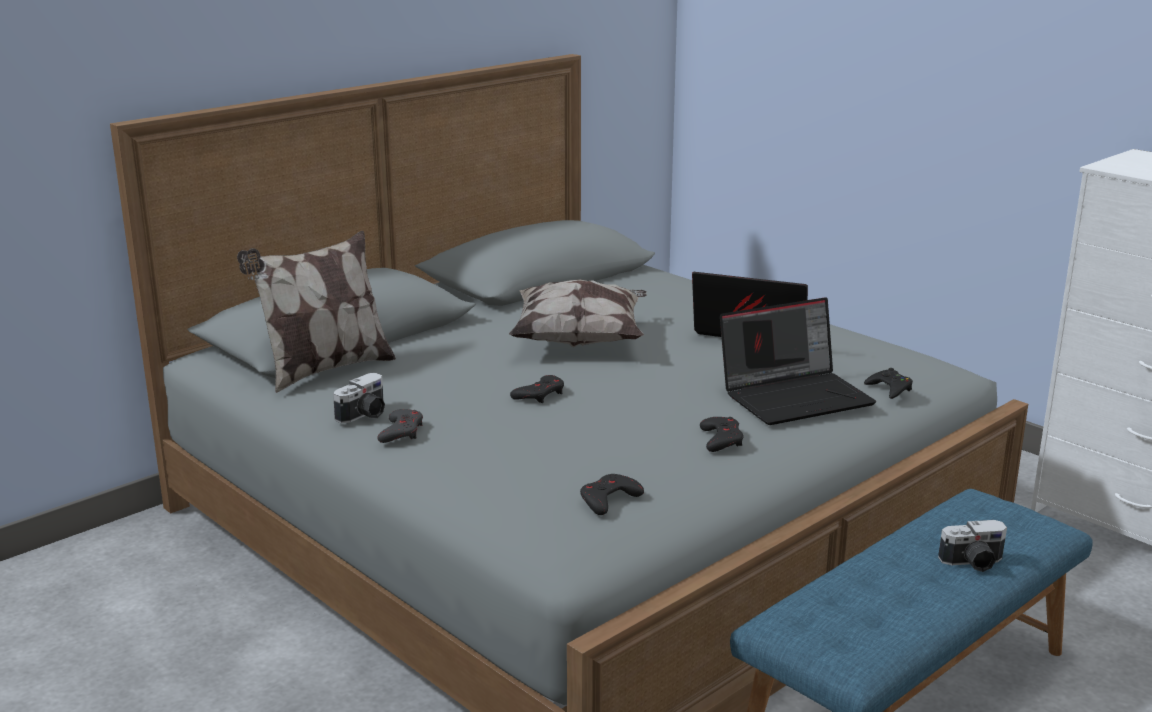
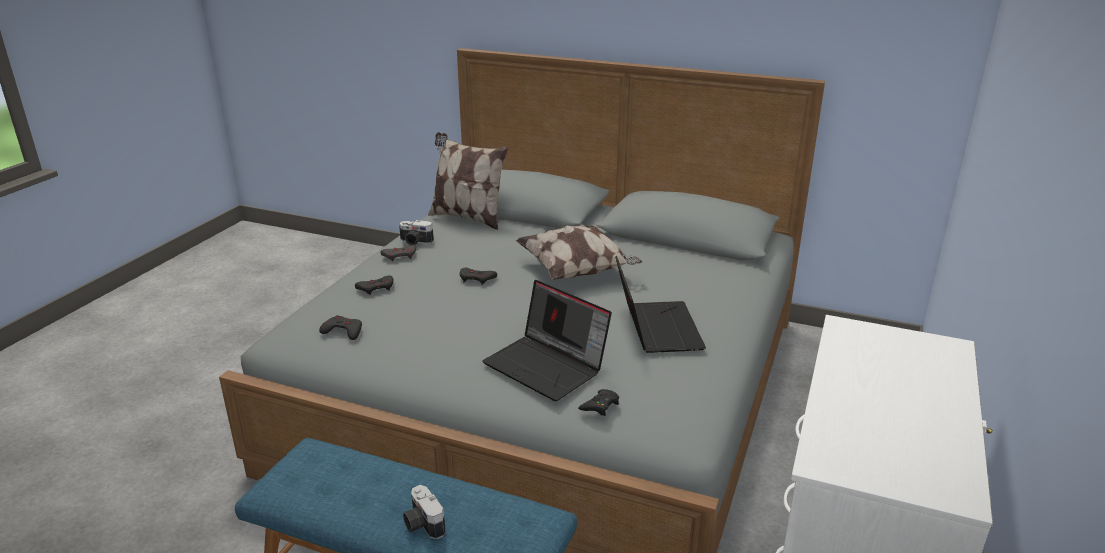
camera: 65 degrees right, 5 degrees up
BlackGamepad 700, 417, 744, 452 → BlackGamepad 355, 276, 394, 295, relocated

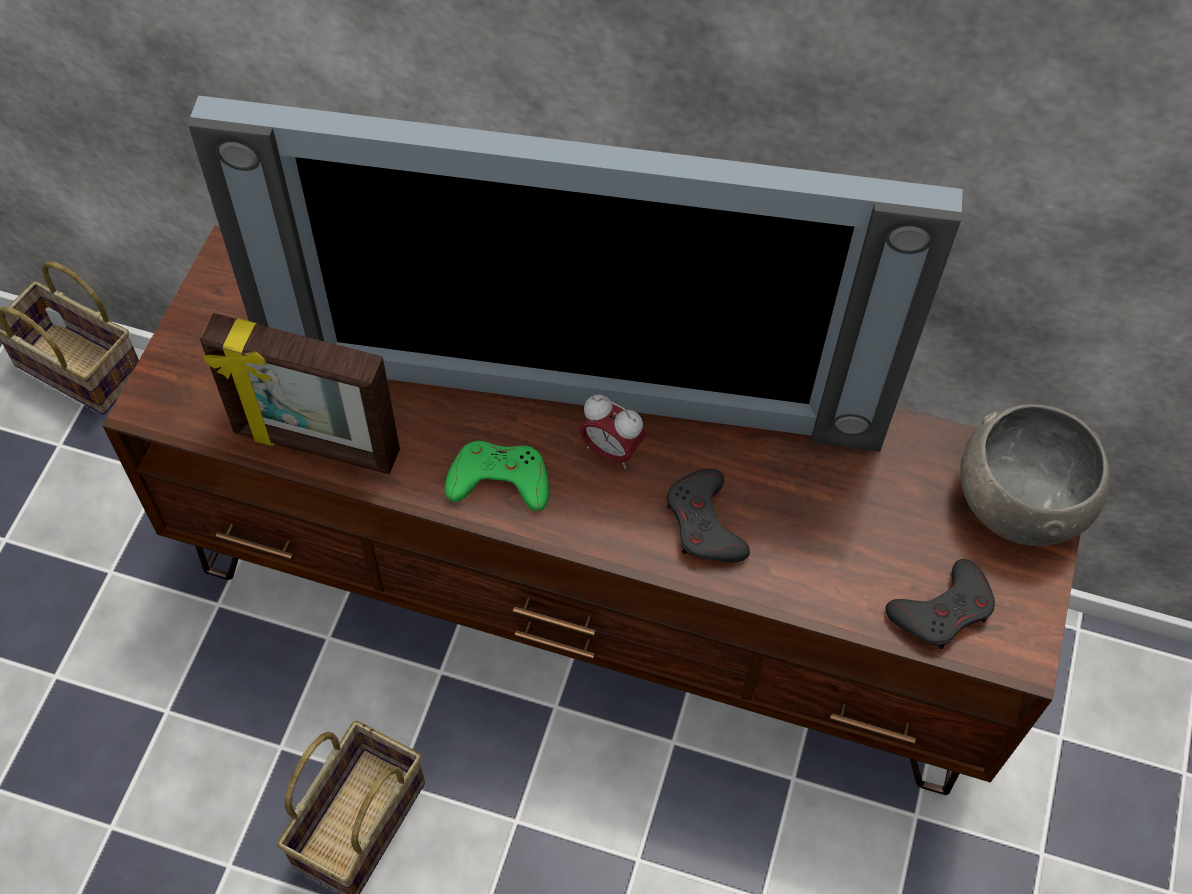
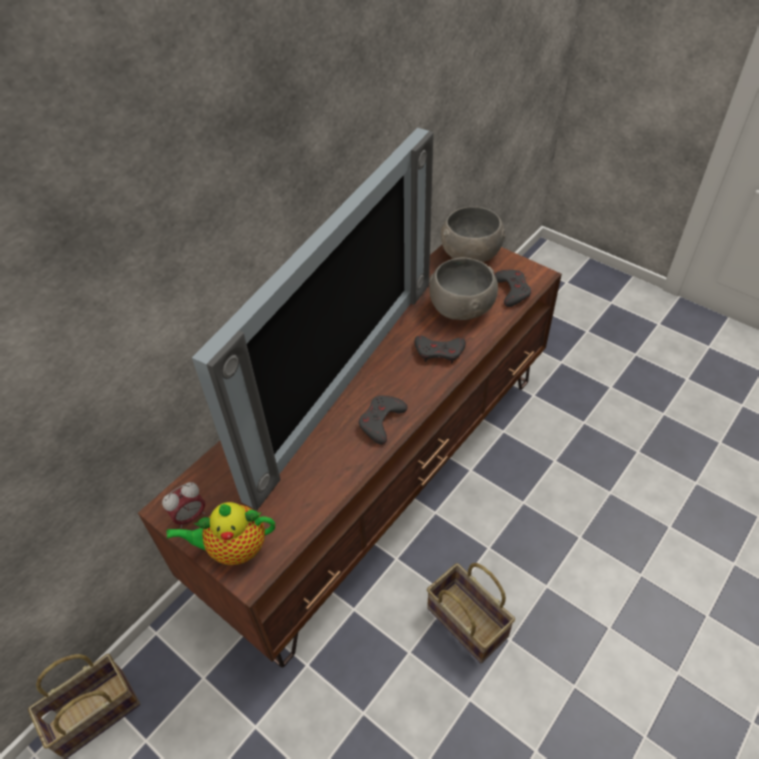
camera: 65 degrees left, 10 degrees down
BedsideClock 580, 394, 646, 469 → BedsideClock 162, 482, 205, 528, relocated
- → PotForTea 166, 502, 275, 565
GreenGamepad 445, 441, 549, 511 → GreyishGamepad 359, 395, 408, 445
- → GreyishDeepDish 429, 257, 498, 320
StandingFrame 200, 313, 400, 474 → -

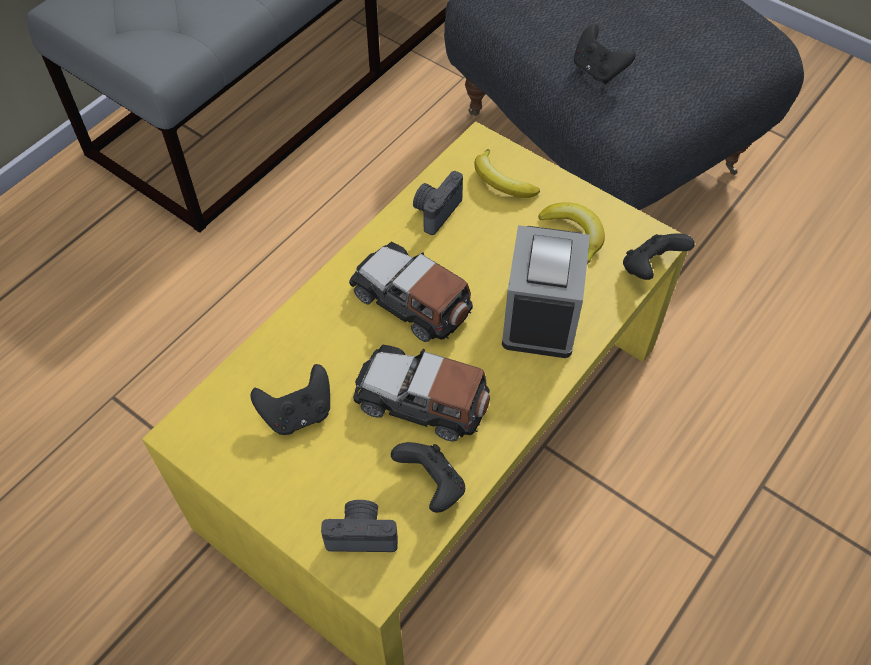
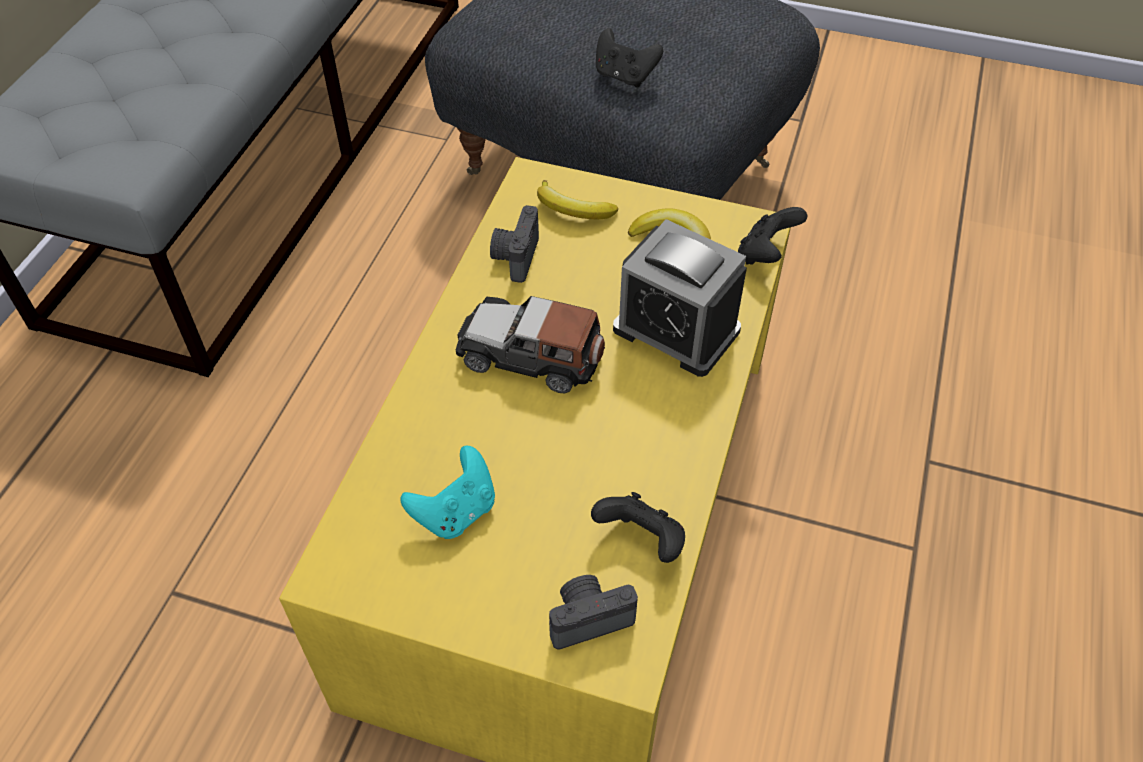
camera: 20 degrees left, 5 degrees down
BlackGamepad 250, 364, 330, 435 → TurquoiseColouredGamepad 400, 446, 495, 539
BedsideClock 502, 225, 590, 358 → BedsideClock 613, 219, 747, 377, 45 degrees counterclockwise
MiniatureCar 353, 345, 490, 442 → -

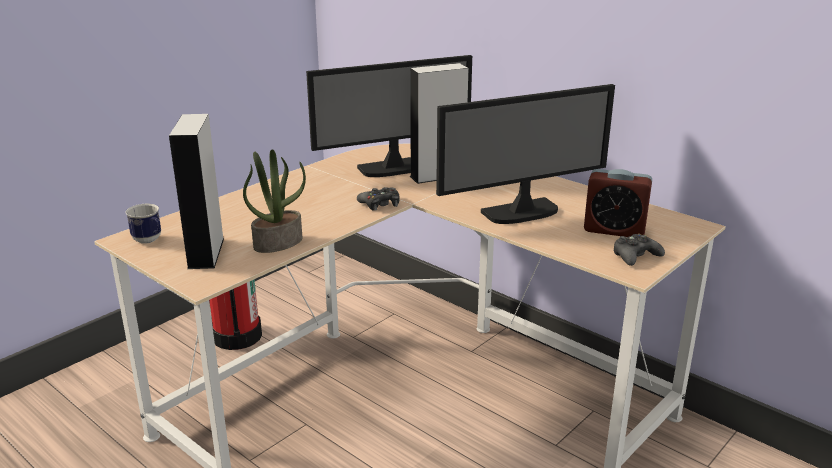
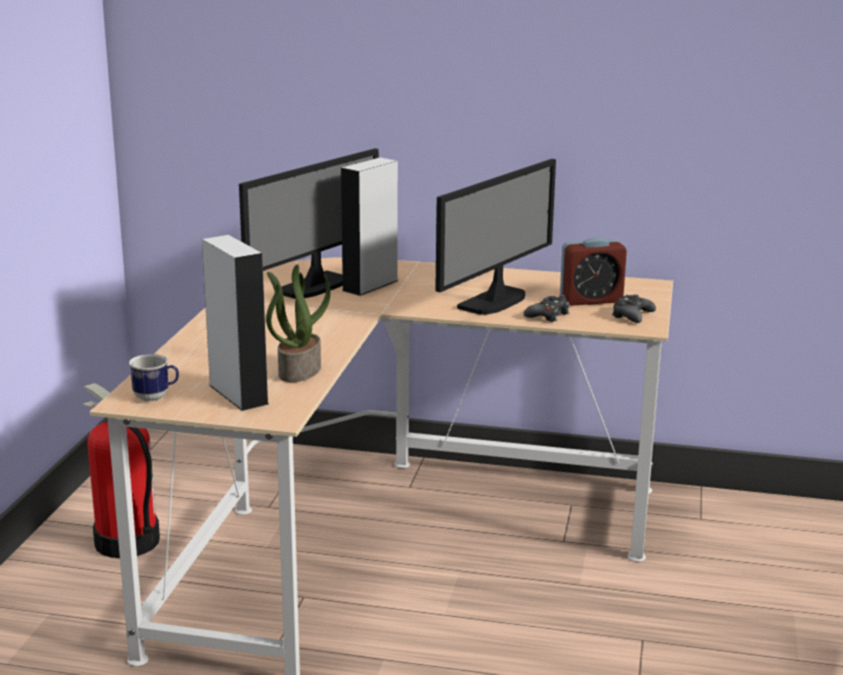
camera: 30 degrees left, 5 degrees down
BlackGamepad 357, 187, 399, 211 → BlackGamepad 524, 295, 570, 322, relocated

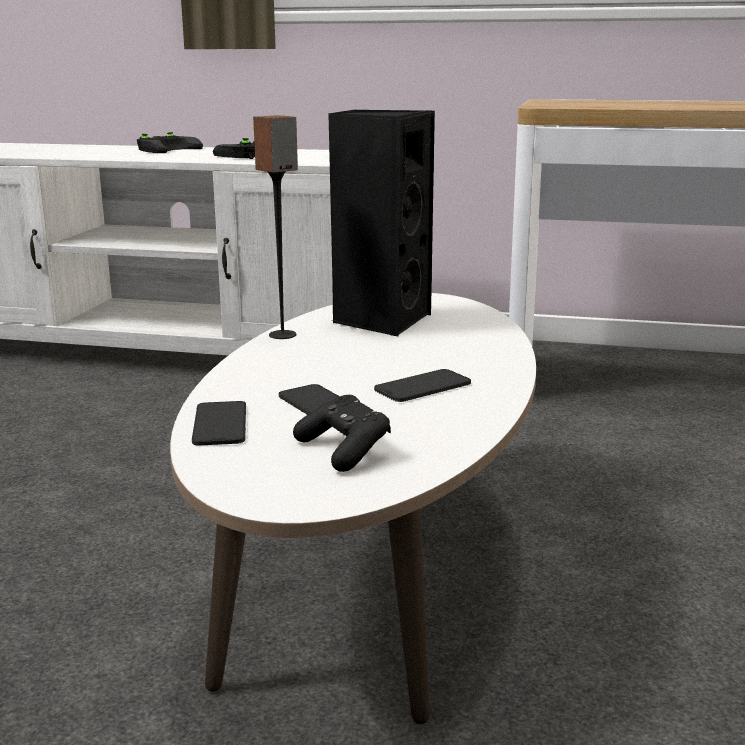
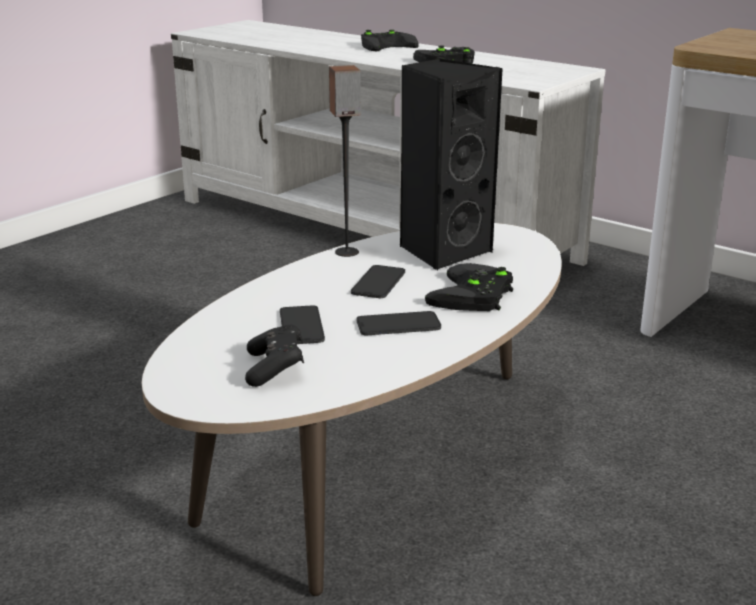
camera: 25 degrees right, 5 degrees up
Handset 192, 401, 246, 446 → Handset 351, 265, 405, 298, relocated
- → BlackGamepad 425, 263, 513, 311

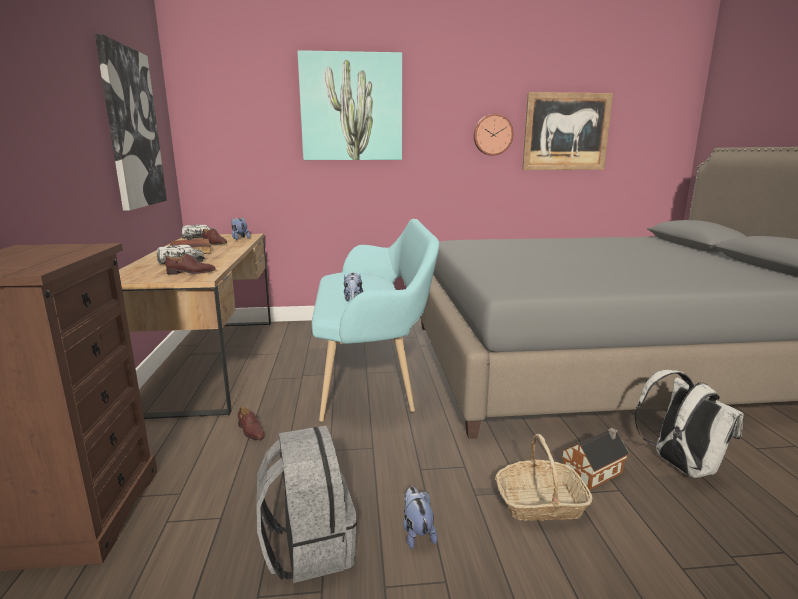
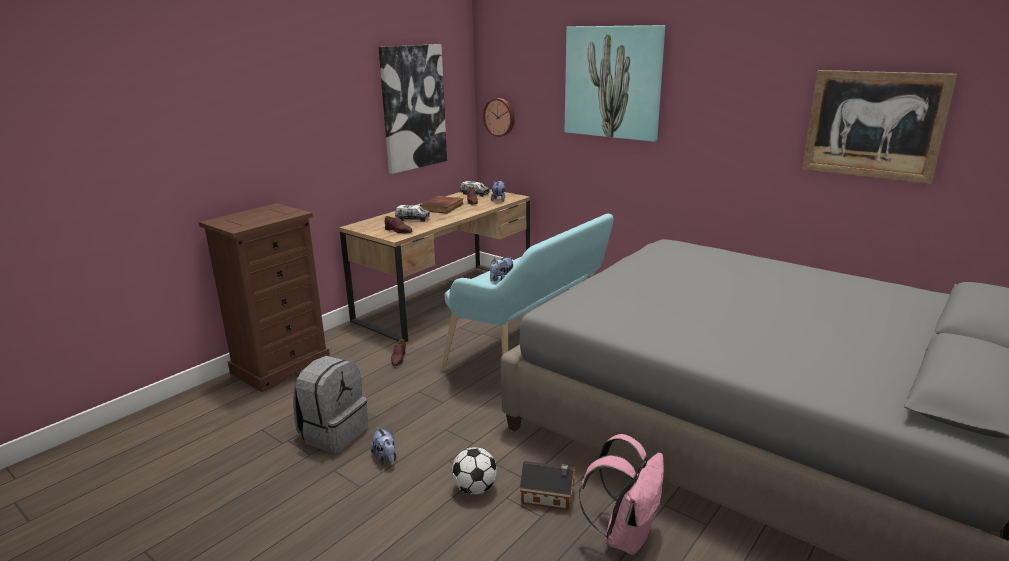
camera: 45 degrees right, 5 degrees up
SoftToy 403, 487, 438, 549 → SoftToy 371, 427, 396, 465, 120 degrees clockwise
HouseholdBasket 495, 434, 593, 521 → FootballBall 452, 447, 497, 495
HangingClock 474, 114, 513, 156 → HangingClock 483, 98, 515, 137, relocated
WhitishKnapsack 635, 370, 744, 478 → PinkishKnapsack 579, 434, 664, 555

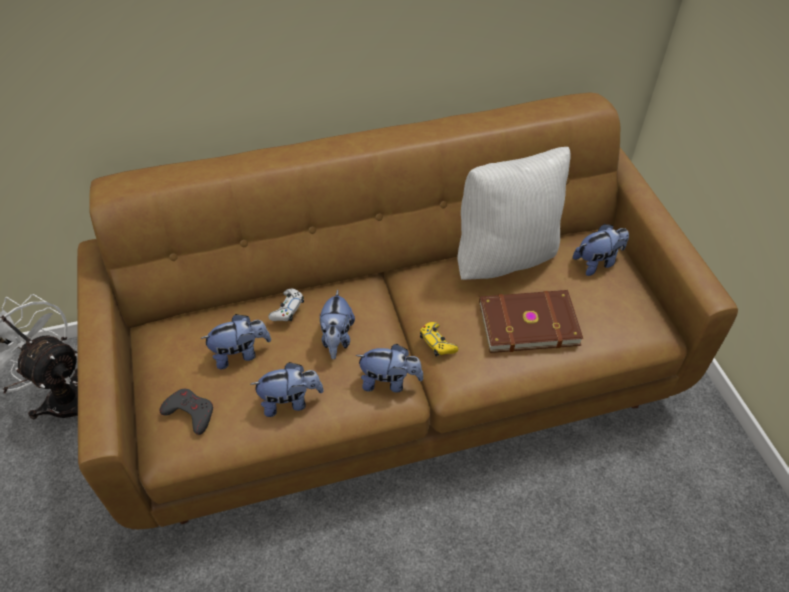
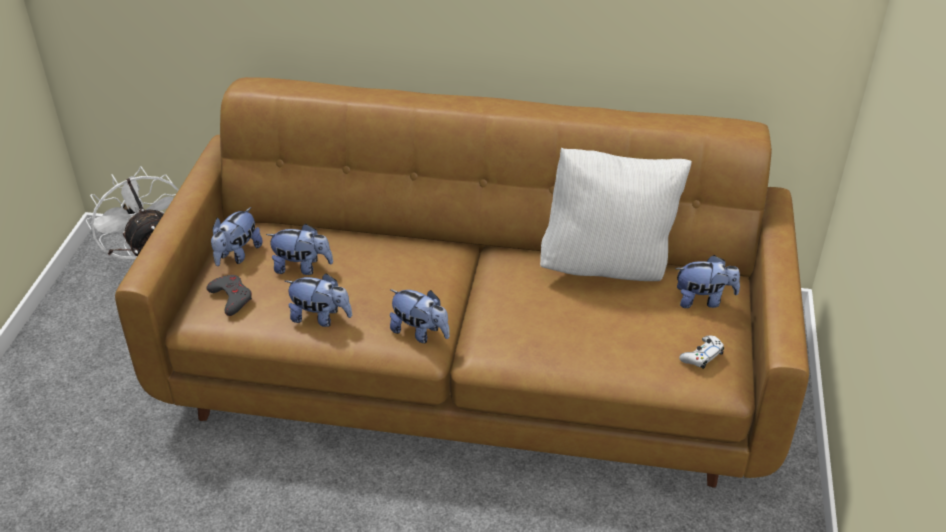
camera: 25 degrees right, 10 degrees down
SoftToy 320, 290, 355, 359 → SoftToy 211, 207, 263, 266, relocated
WhitishGamepad 268, 289, 304, 321 → WhitishGamepad 679, 336, 724, 369, relocated
YellowColouredGamepad 420, 322, 458, 357 → -
BrownColouredBoundBook 479, 290, 584, 353 → -

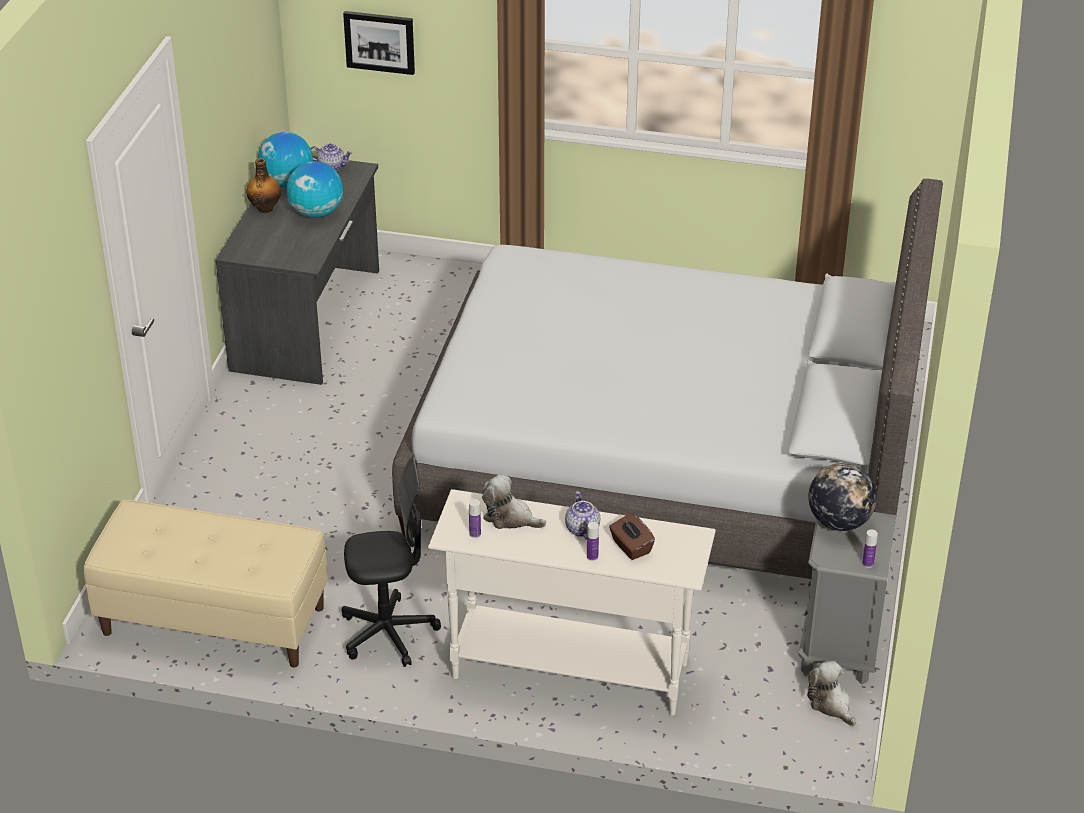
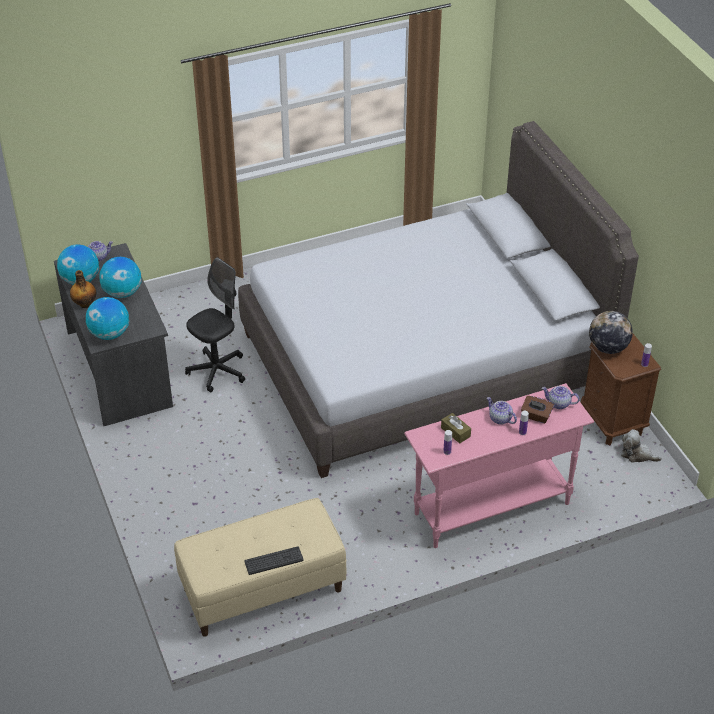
camera: 35 degrees left, 5 degrees up
- → WorldGlobe 86, 297, 129, 340
BlackComputerChair 342, 457, 441, 667 → BlackComputerChair 185, 257, 245, 393, relocated
- → ComputerKeyboard 244, 546, 304, 575
WhitishHallTable 428, 489, 716, 715 → PinkishHallTable 404, 383, 594, 548
SoftToy 482, 474, 546, 529 → BrownColouredTissueHolder 441, 413, 471, 444
- → PotForTea 542, 386, 579, 409
GreyishNightTable 799, 512, 896, 684 → BrownColouredNightTable 581, 334, 661, 446
WallArt 343, 11, 415, 75 → -

